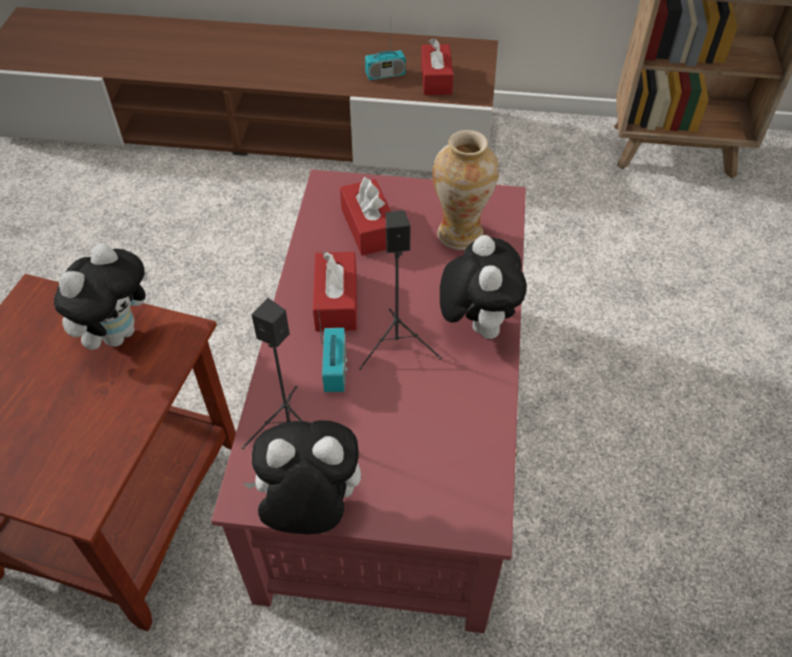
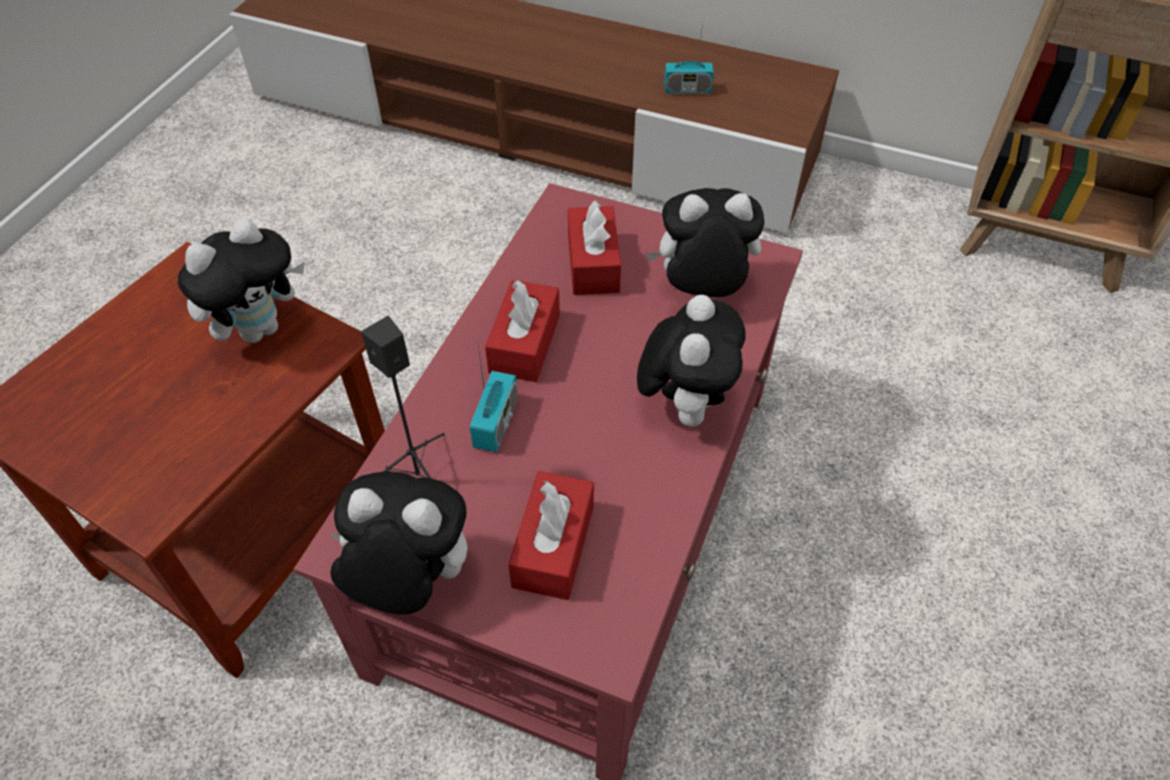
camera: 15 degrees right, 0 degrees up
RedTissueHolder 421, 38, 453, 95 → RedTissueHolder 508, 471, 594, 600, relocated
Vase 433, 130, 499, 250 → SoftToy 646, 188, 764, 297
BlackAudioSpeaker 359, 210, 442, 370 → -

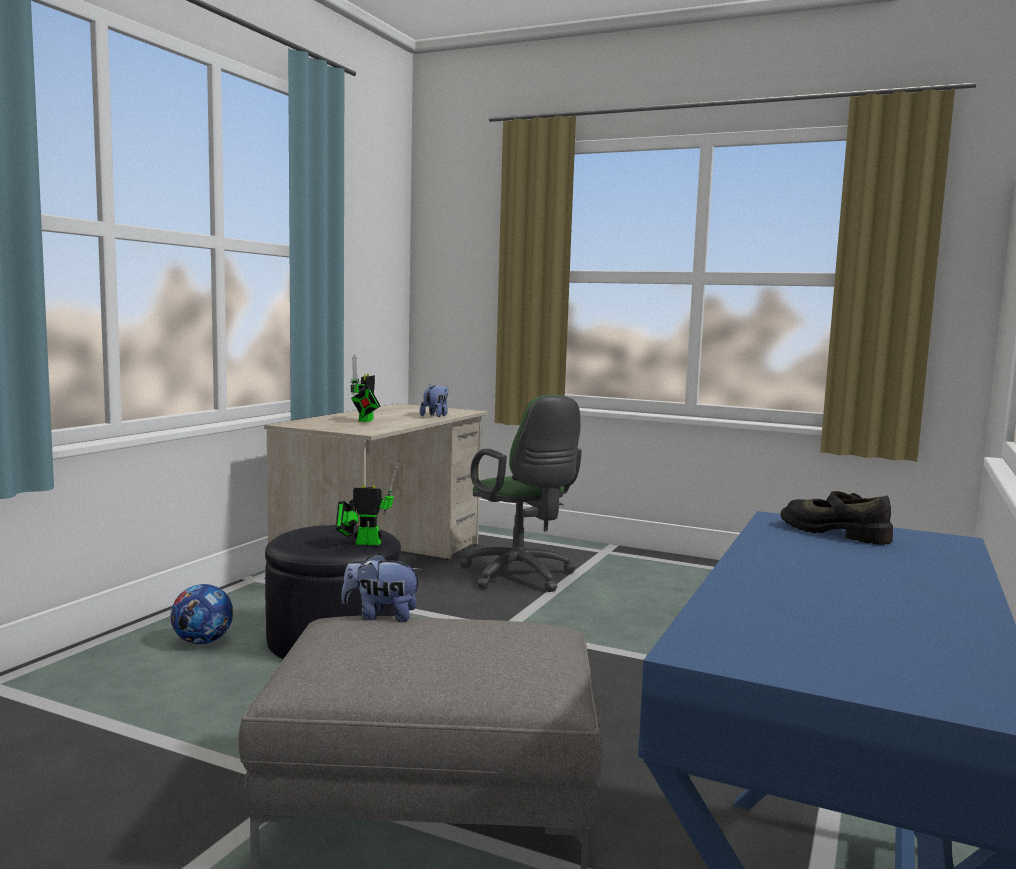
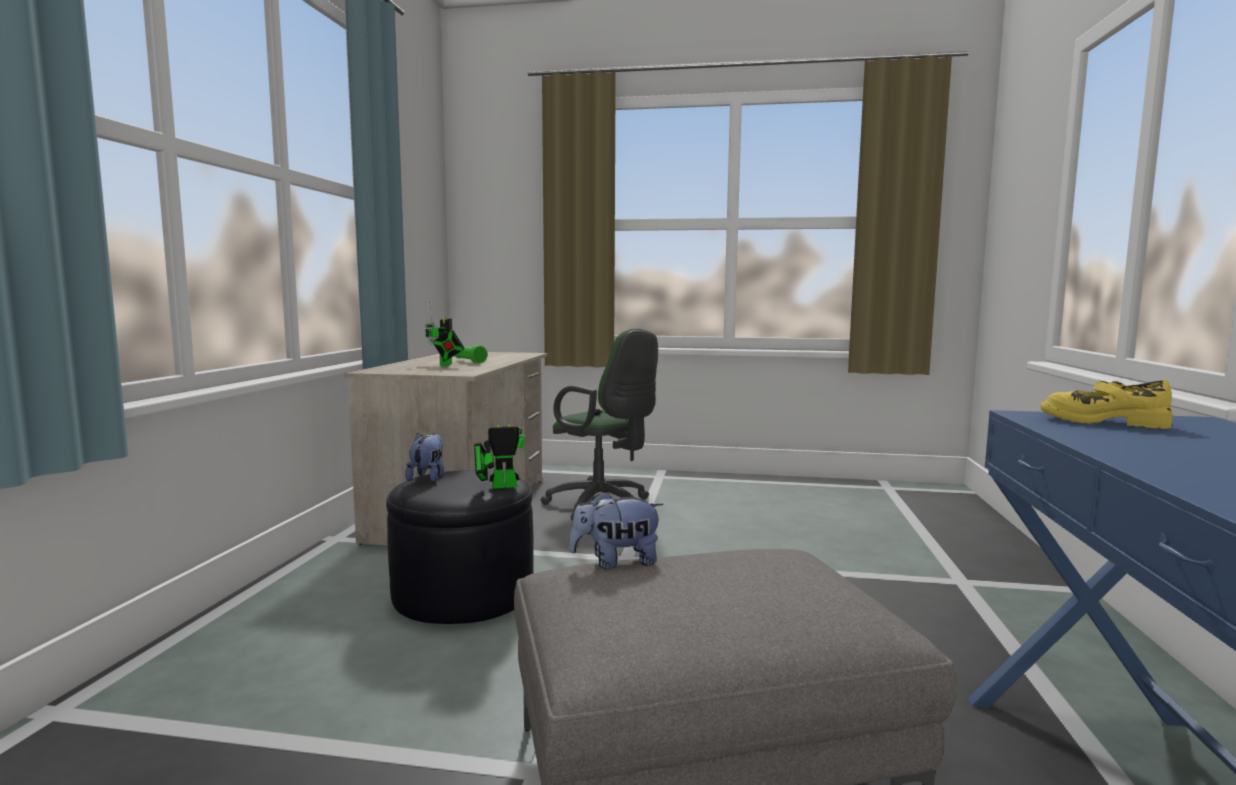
camera: 15 degrees left, 0 degrees up
SoftToy 420, 383, 448, 417 → SoftToy 405, 433, 444, 482, relocated
- → GreenFlashlight 455, 345, 488, 364
BlackShoe 781, 491, 893, 545 → YellowColouredShoe 1040, 379, 1172, 429
FootballBall 171, 584, 233, 644 → -

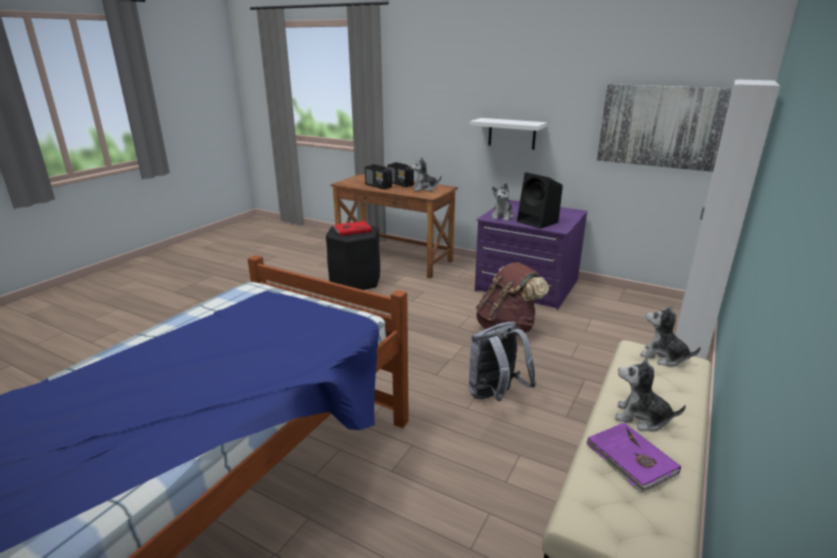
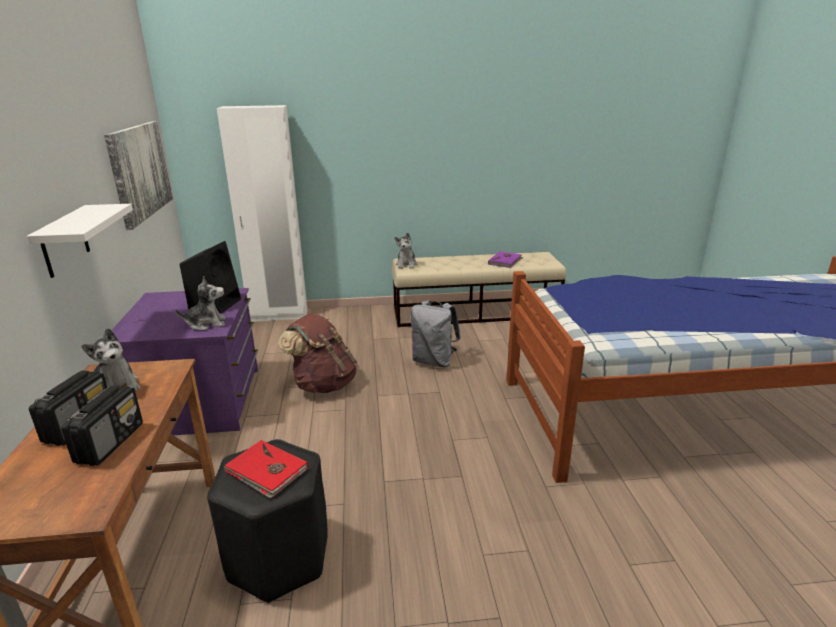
camera: 125 degrees left, 0 degrees up
SoftToy 615, 357, 686, 432 → -

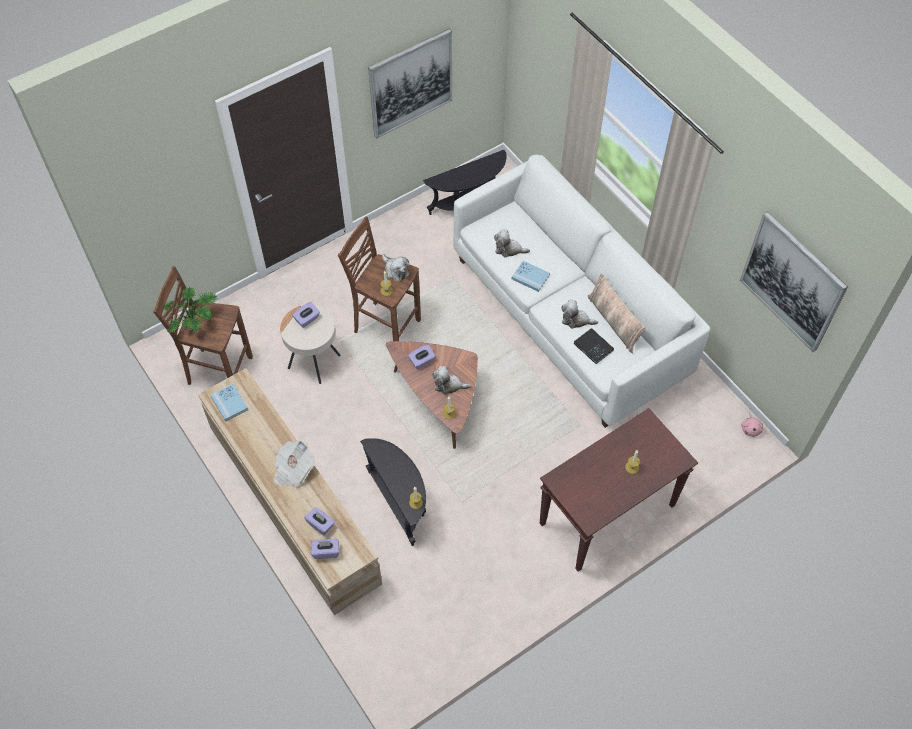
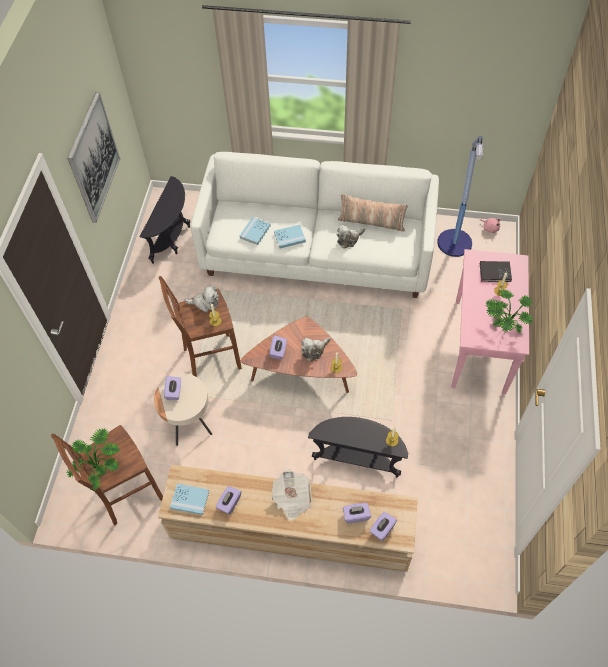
camera: 45 degrees left, 0 degrees up
- → PurpleColouredTissueHolder 216, 486, 241, 515
SoftToy 494, 229, 530, 258 → BlueBoundBook 240, 217, 271, 245
- → StandardLamp 437, 136, 483, 257
BrownColouredHallTable 540, 408, 698, 571 → PinkishHallTable 451, 249, 529, 394
BlackBoundBook 574, 328, 614, 364 → BlackBoundBook 480, 261, 512, 282, relocated
- → PlantInAPot 485, 289, 533, 333
WallArt 740, 212, 848, 352 → -

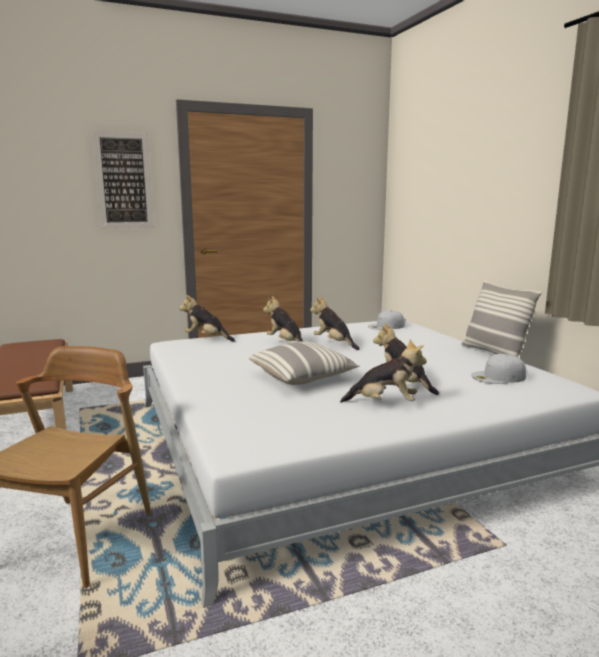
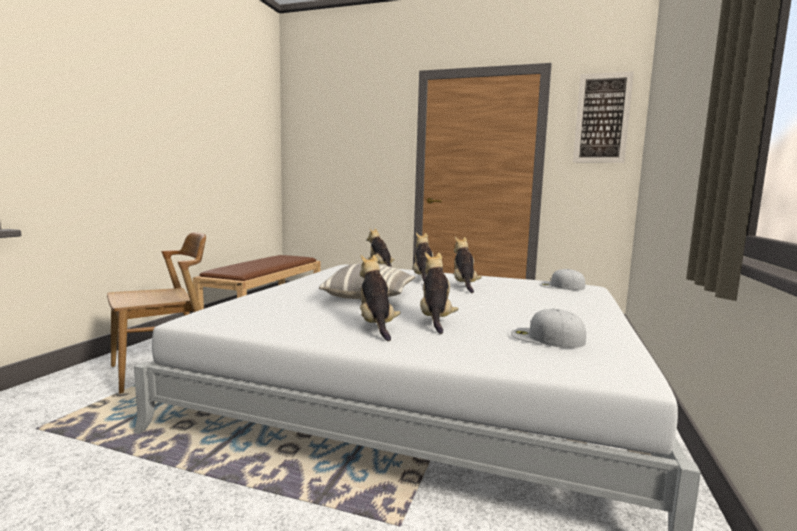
camera: 40 degrees right, 5 degrees down
SoftToy 340, 339, 427, 402 → SoftToy 360, 255, 401, 341, 150 degrees counterclockwise
WallArt 92, 131, 154, 228 → WallArt 573, 72, 634, 163, relocated
Cushion 461, 280, 542, 357 → -

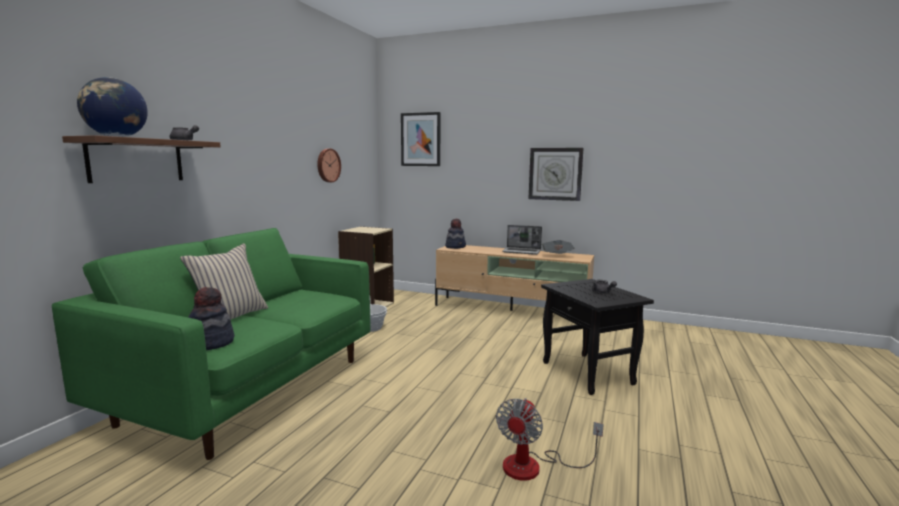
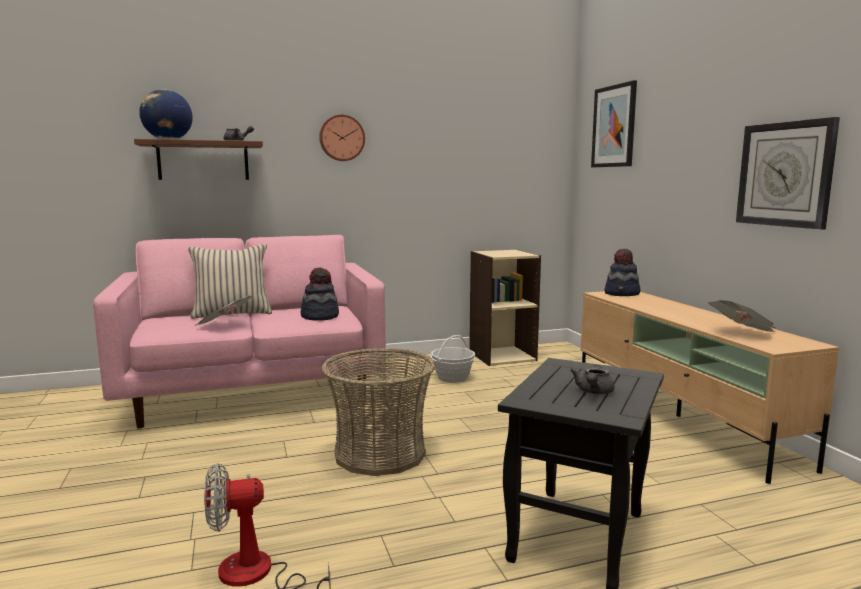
camera: 50 degrees right, 0 degrees up
GreenSofa 52, 228, 371, 460 → PinkishSofa 93, 235, 386, 428
- → DailyPaper 196, 295, 252, 325
WearableHat 188, 287, 234, 350 → WearableHat 301, 267, 339, 321, relocated
HangingClock 317, 149, 341, 182 → HangingClock 319, 114, 365, 161, relocated
- → HouseholdBasket 321, 348, 435, 476
PortableComputer 502, 225, 542, 255 → -

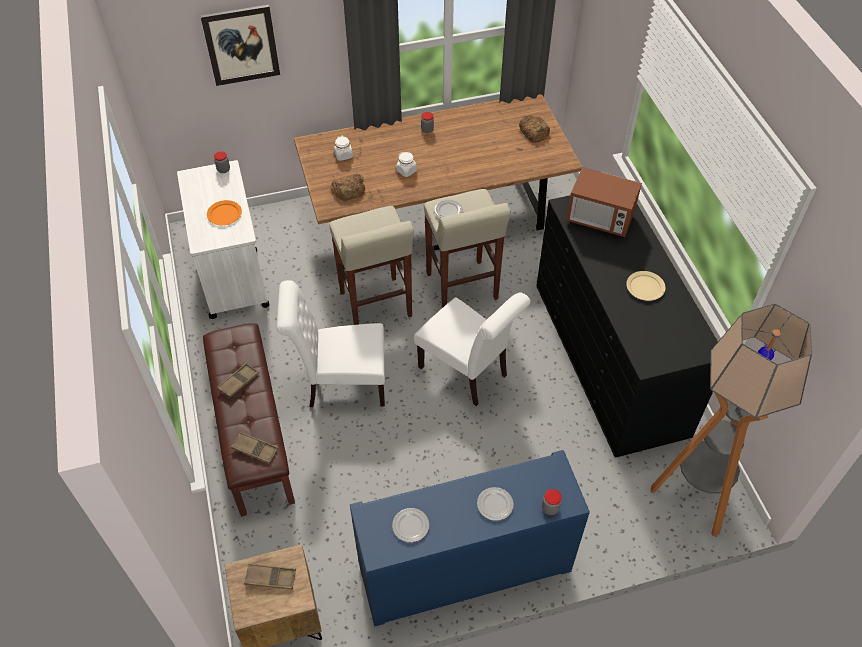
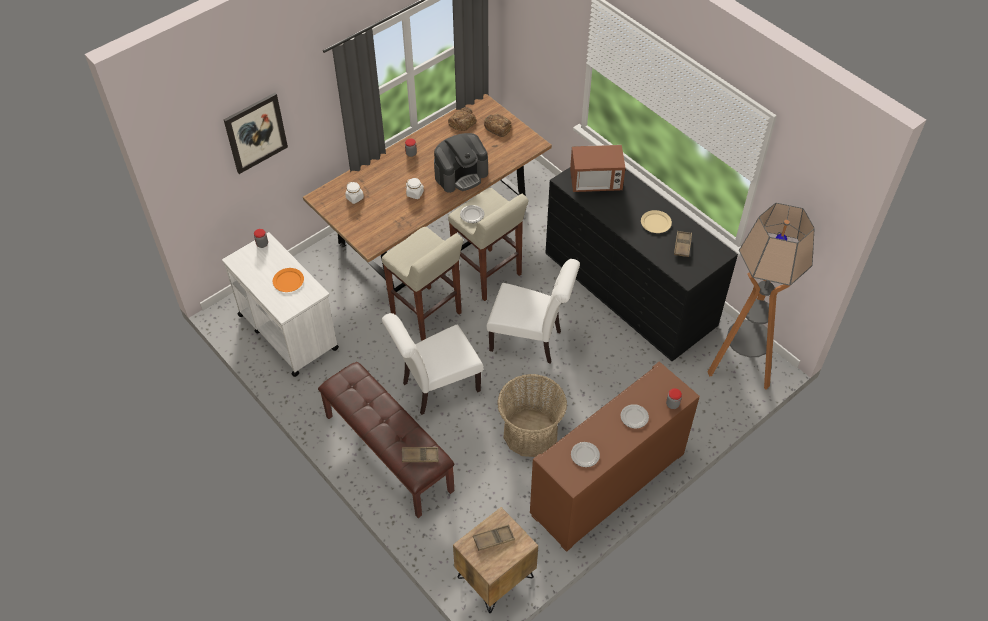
camera: 25 degrees left, 0 degrees up
- → CoffeeMaker 434, 133, 488, 193
Bread 330, 174, 365, 201 → Bread 448, 107, 477, 131, relocated
- → HouseholdBasket 497, 374, 567, 457
BlueStorageCabinet 350, 450, 590, 627 → BrownColouredStorageCabinet 530, 362, 700, 552
BrownColouredCarryingTray 217, 363, 259, 398 → BrownColouredCarryingTray 674, 231, 692, 257, relocated

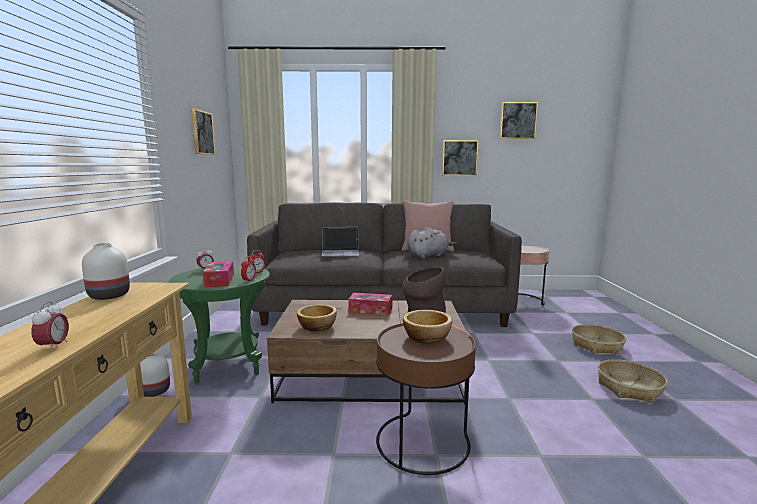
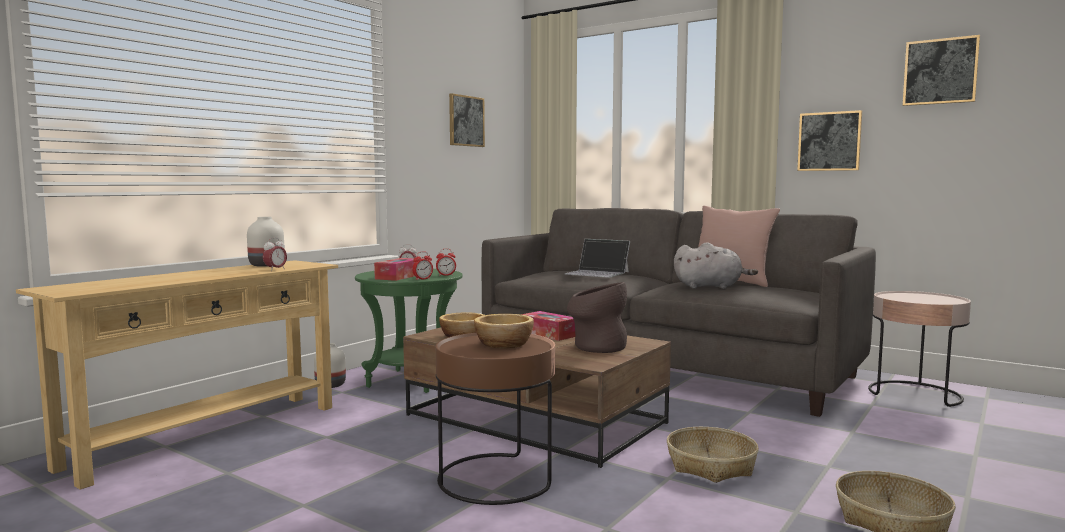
camera: 35 degrees right, 5 degrees down
BedsideClock 31, 301, 69, 352 → BedsideClock 263, 238, 287, 271, relocated
HouseholdBasket 572, 324, 626, 354 → HouseholdBasket 667, 427, 759, 483, relocated

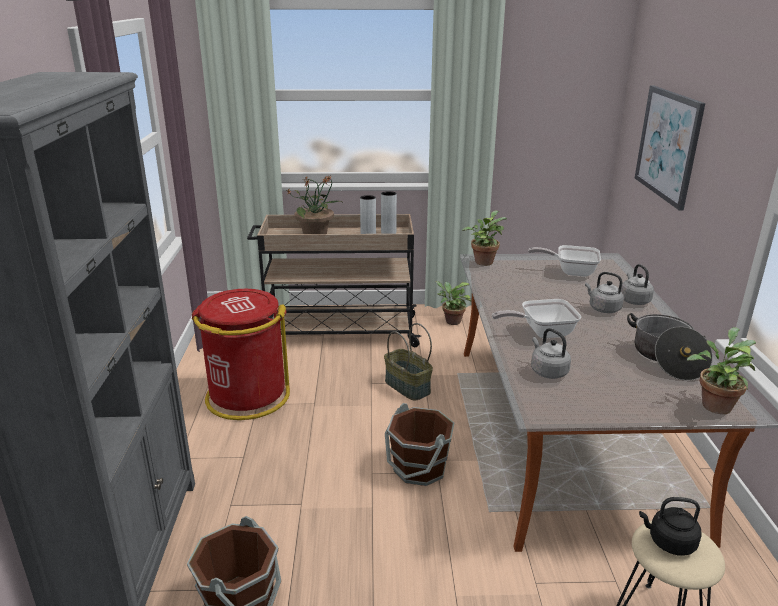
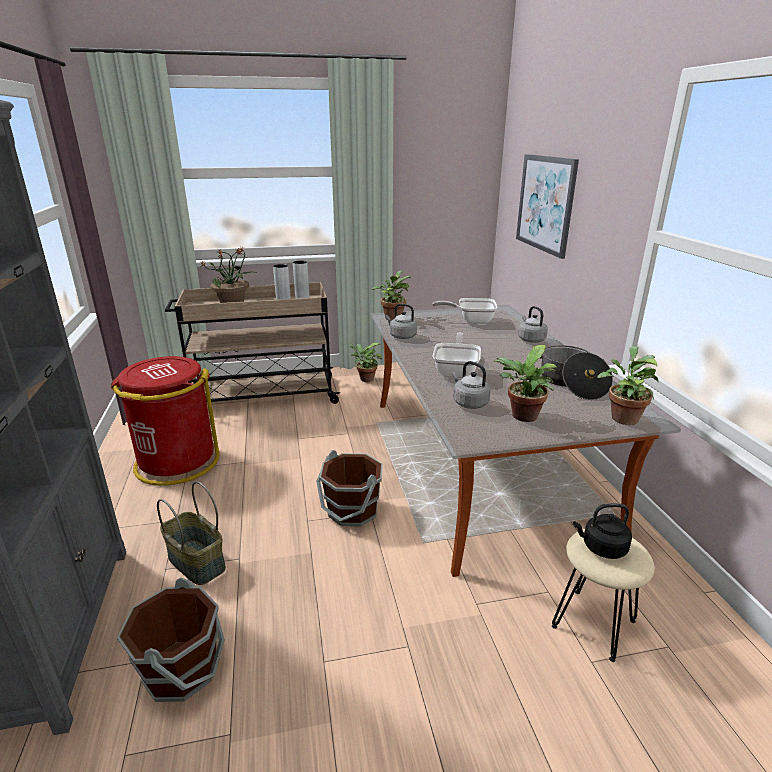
camera: 10 degrees left, 0 degrees up
HouseholdBasket 384, 323, 433, 401 → HouseholdBasket 157, 481, 226, 585, relocated
GreyishWaterKettle 585, 272, 624, 313 → GreyishWaterKettle 385, 304, 417, 339, relocated
Skillet 492, 299, 581, 338 → Skillet 433, 333, 481, 378, 120 degrees clockwise
- → PlantInAPot 493, 345, 557, 422

